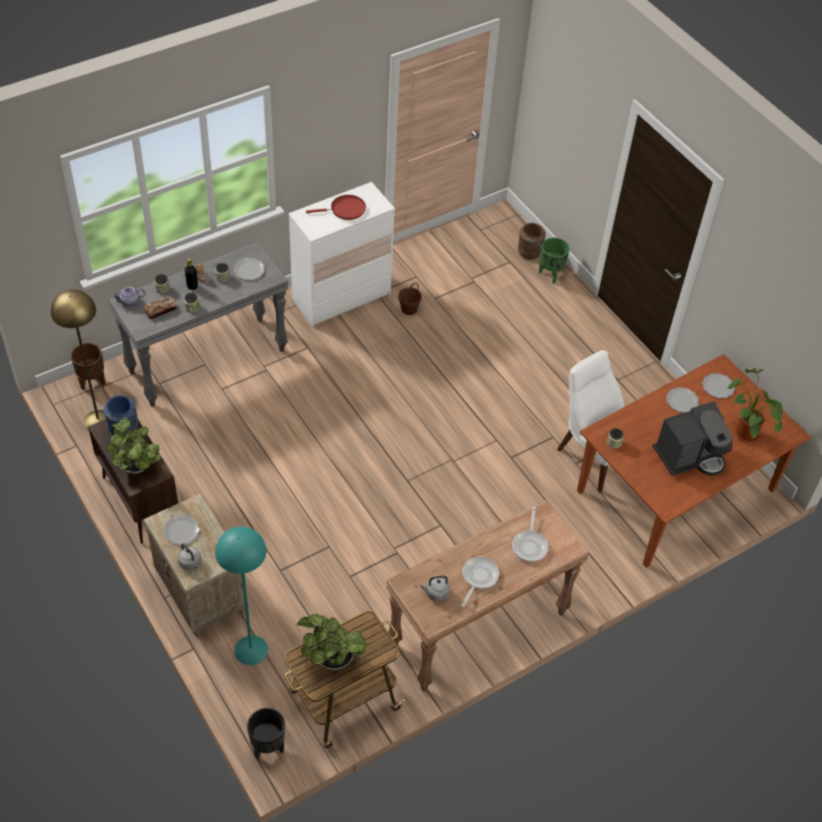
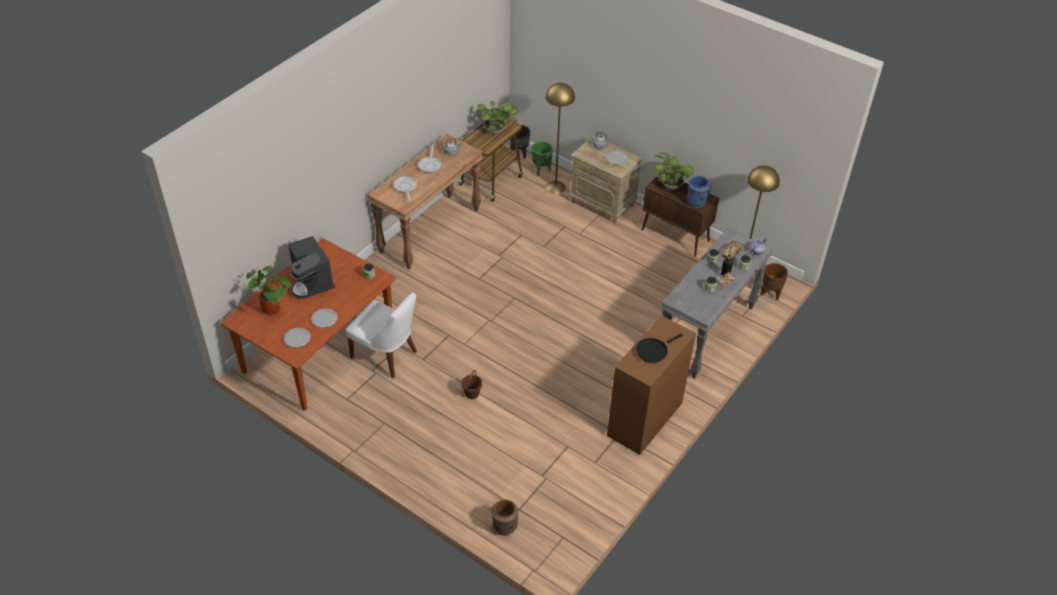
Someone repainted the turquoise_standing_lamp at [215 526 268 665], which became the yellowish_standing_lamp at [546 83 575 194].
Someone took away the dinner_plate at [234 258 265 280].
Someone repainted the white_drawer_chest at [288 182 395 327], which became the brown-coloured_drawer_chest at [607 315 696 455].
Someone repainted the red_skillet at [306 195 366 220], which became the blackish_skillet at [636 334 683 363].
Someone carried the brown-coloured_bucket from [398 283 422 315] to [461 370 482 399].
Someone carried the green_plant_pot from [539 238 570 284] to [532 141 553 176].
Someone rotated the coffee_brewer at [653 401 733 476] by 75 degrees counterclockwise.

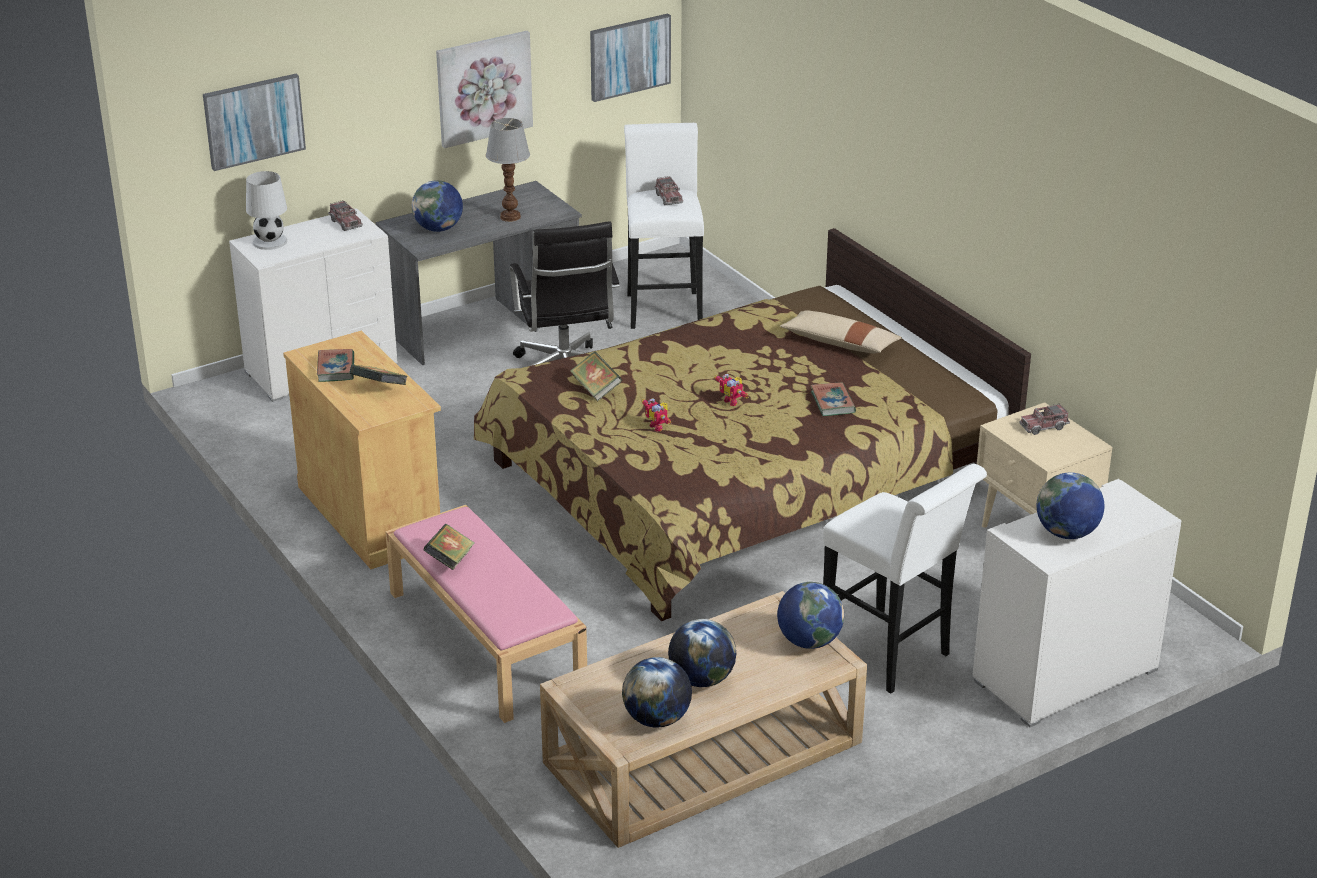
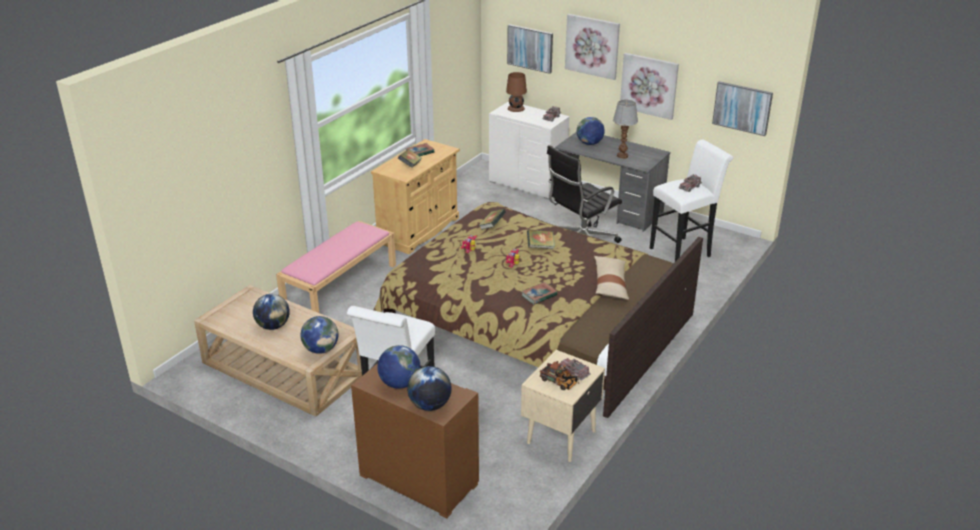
Someone repainted the white_lamp_for_a_table at [246 171 287 250], which became the brown-coloured_lamp_for_a_table at [506 72 527 112].
Someone carried the volume from [423 524 475 570] to [527 229 555 249].
Someone carried the globe from [622 657 692 727] to [407 366 452 411].
Someone repainted the white_drawer_chest at [972 479 1182 727], which became the brown-coloured_drawer_chest at [351 363 479 519].
Someone put down the model_truck at [540 361 580 390].
Someone put up the picture at [565 14 620 80].

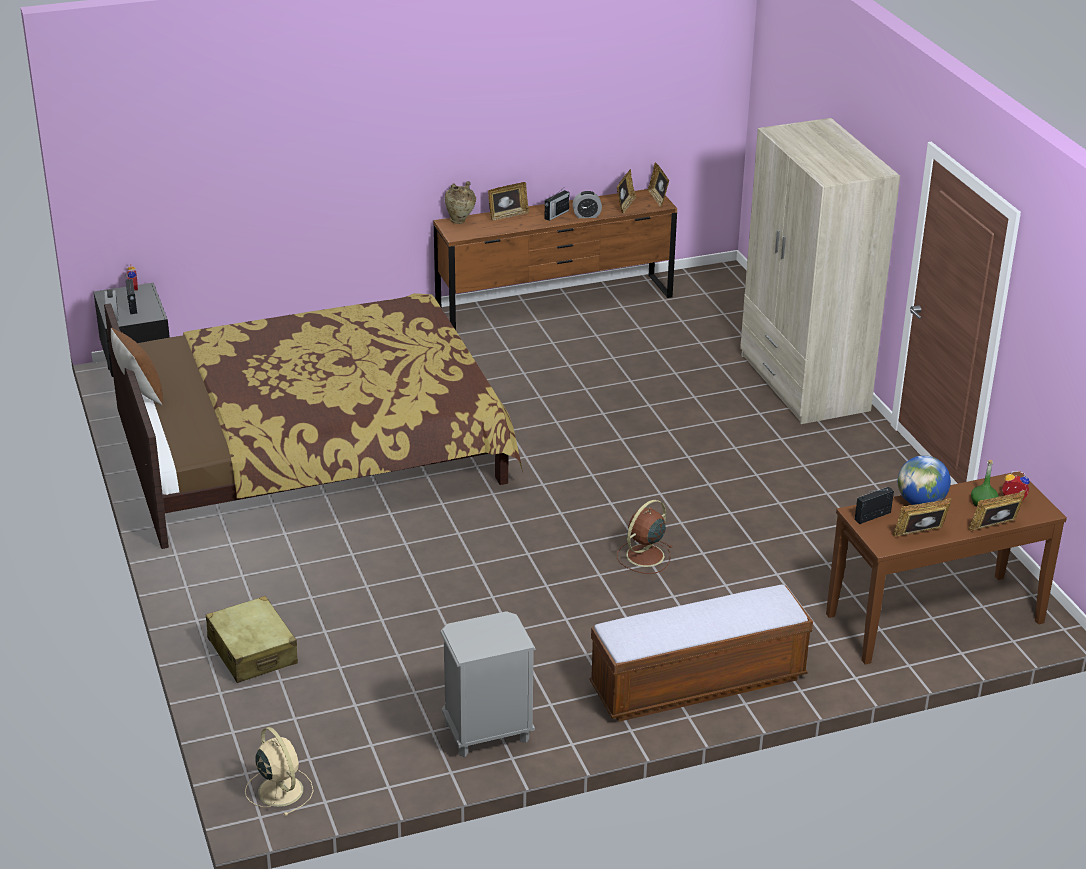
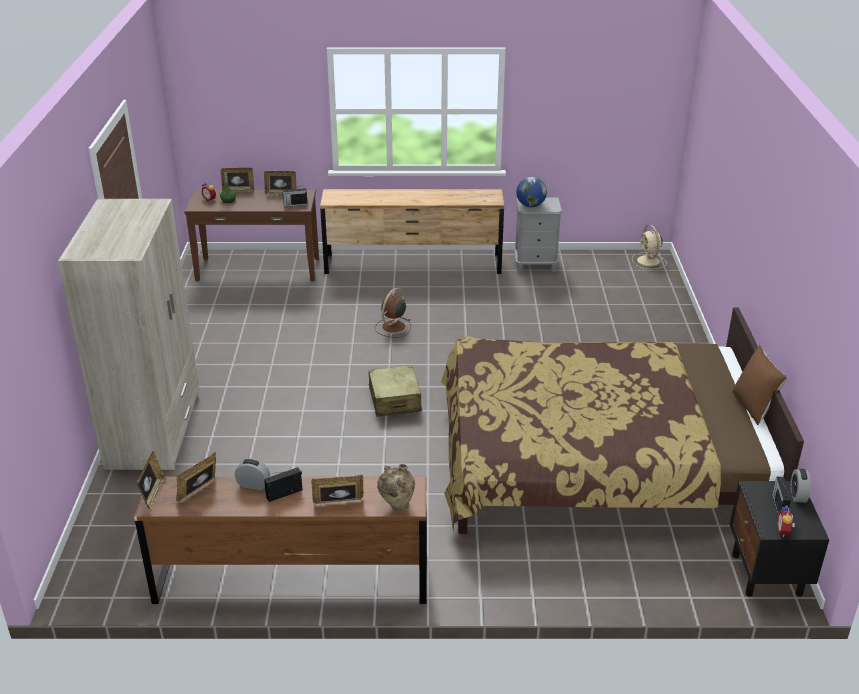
Someone carried the beige-coloured_piece_of_luggage from [206 596 298 683] to [368 365 422 417].
Someone swapped the indoor_bench at [590 585 813 722] for the brown-coloured_drawer_chest at [320 189 504 274].
Someone rotated the brown-coloured_electric_fan at [617 500 672 574] by 150 degrees clockwise.
Someone carried the globe from [898 455 951 505] to [516 177 547 207].

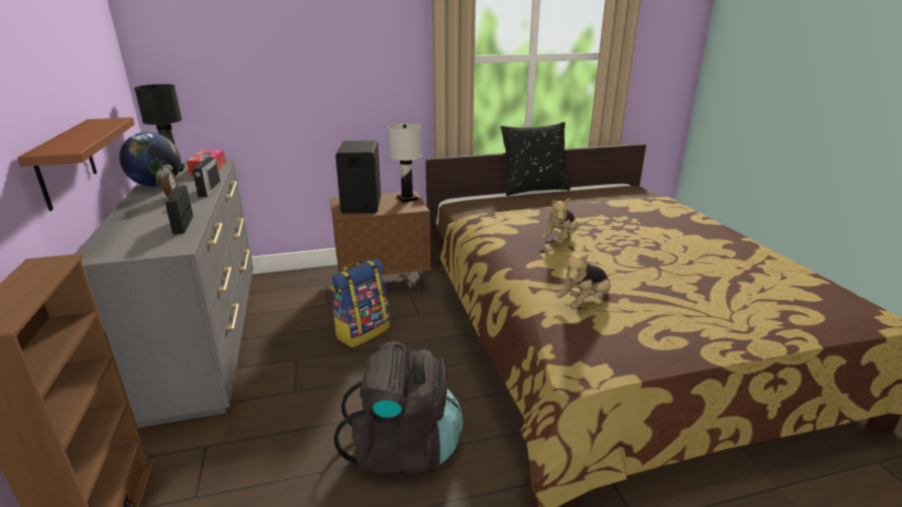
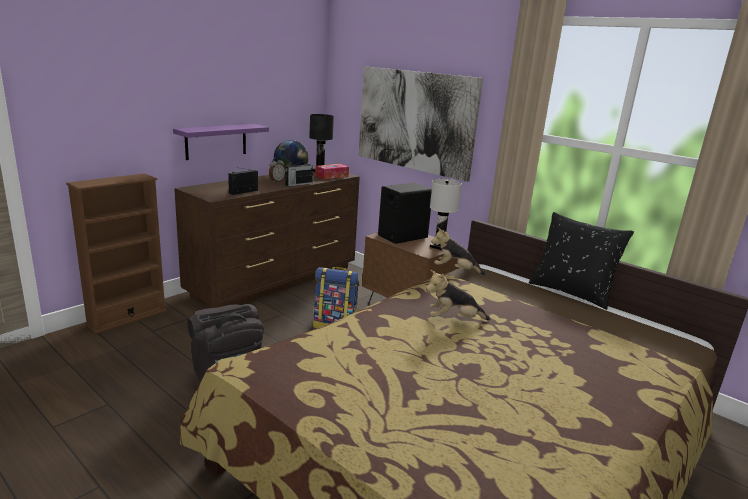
Someone repainted the brown-coloured_bracket_shelf at [17 117 135 211], which became the purple-coloured_bracket_shelf at [173 124 269 160].
Someone repainted the grey_drawer_chest at [75 159 253 428], which became the brown-coloured_drawer_chest at [174 171 360 308].
Someone carried the soft_toy from [555 254 611 309] to [431 227 486 275].
Someone put up the picture at [358 66 483 182].

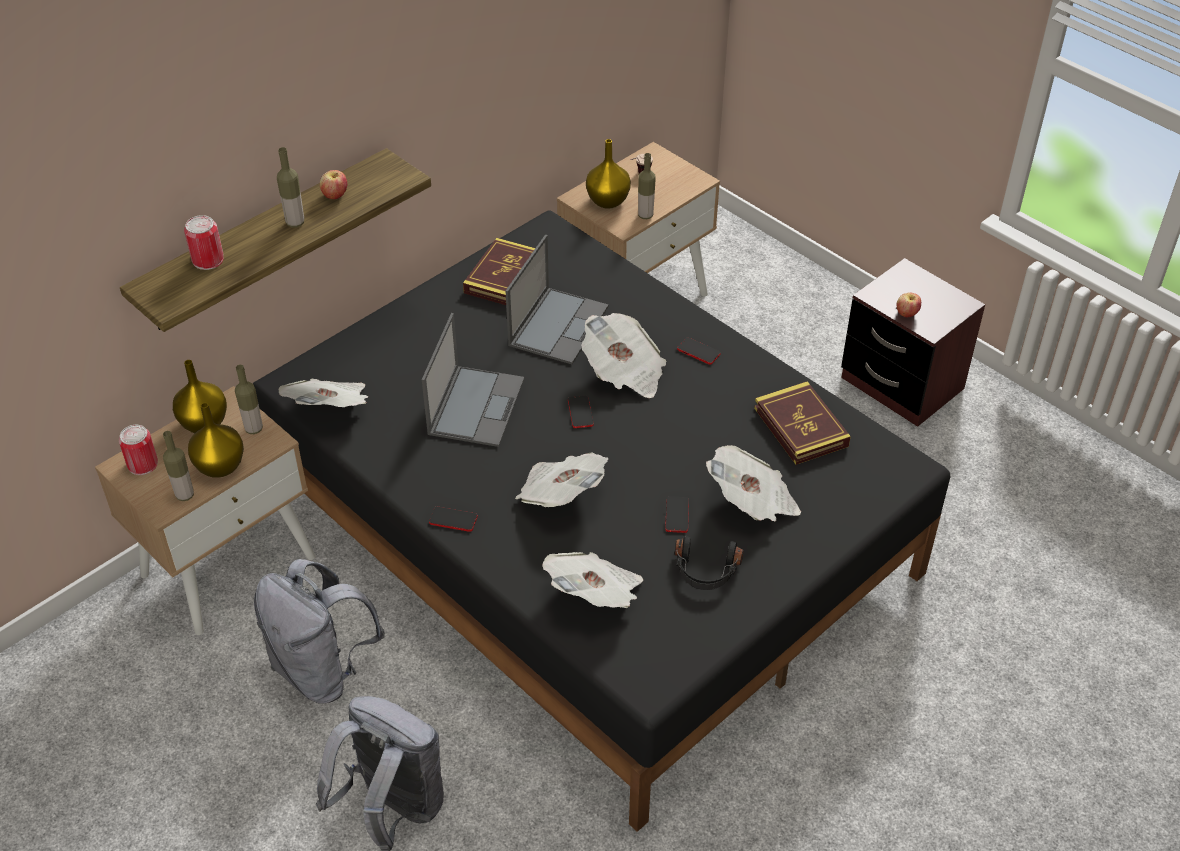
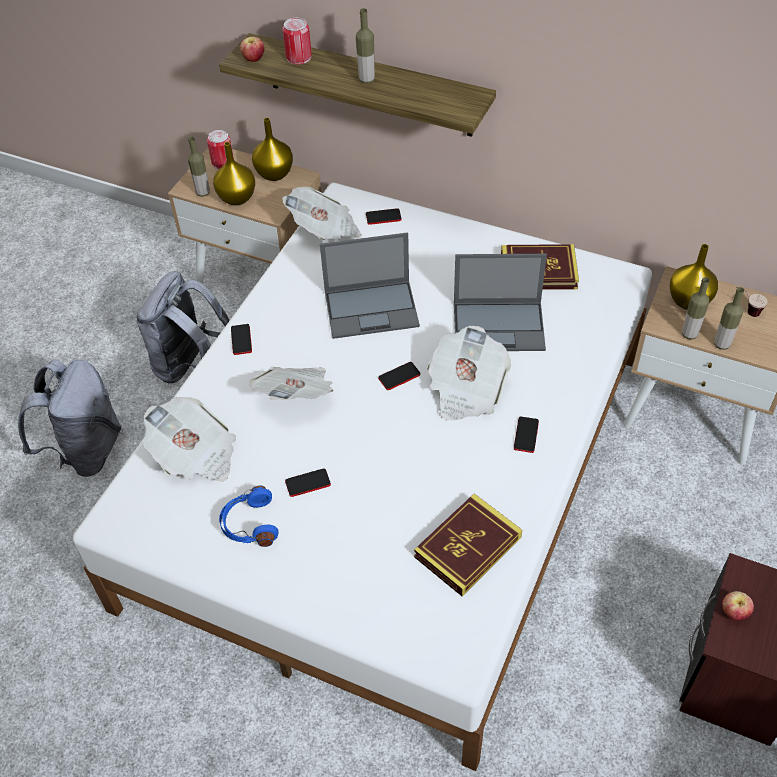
Someone carried the bottle from [235 365 263 434] to [714 287 744 350].
Someone repainted the blackish_bed at [253 210 950 832], which became the white_bed at [73 183 652 771].
Someone carried the apple_fruit from [320 170 347 199] to [240 37 264 62].
Someone repainted the blackish_pair_of_headphones at [675 535 744 590], which became the bluish_pair_of_headphones at [219 486 279 547].
Someone took away the daily_paper at [706 445 801 521].
Someone put down the handset at [366 208 402 225].

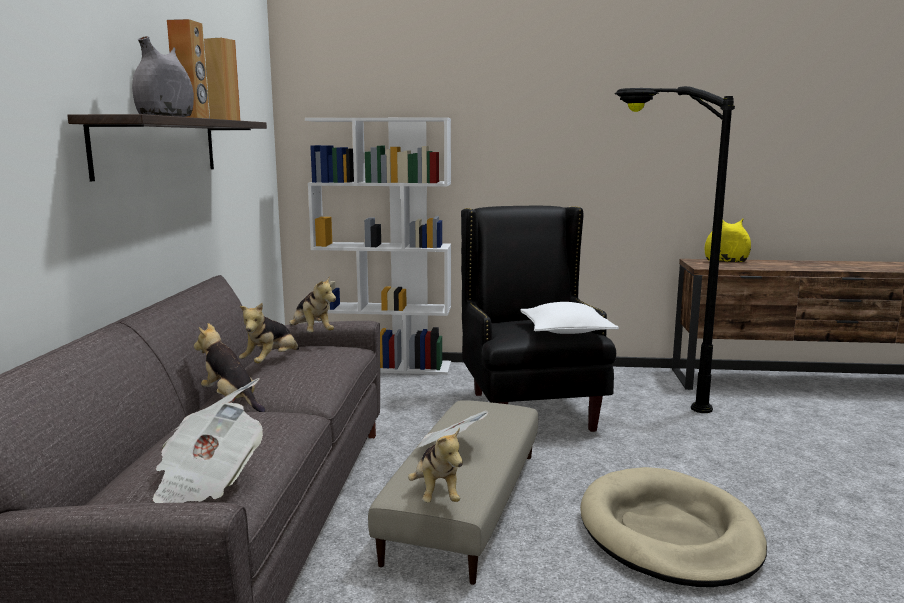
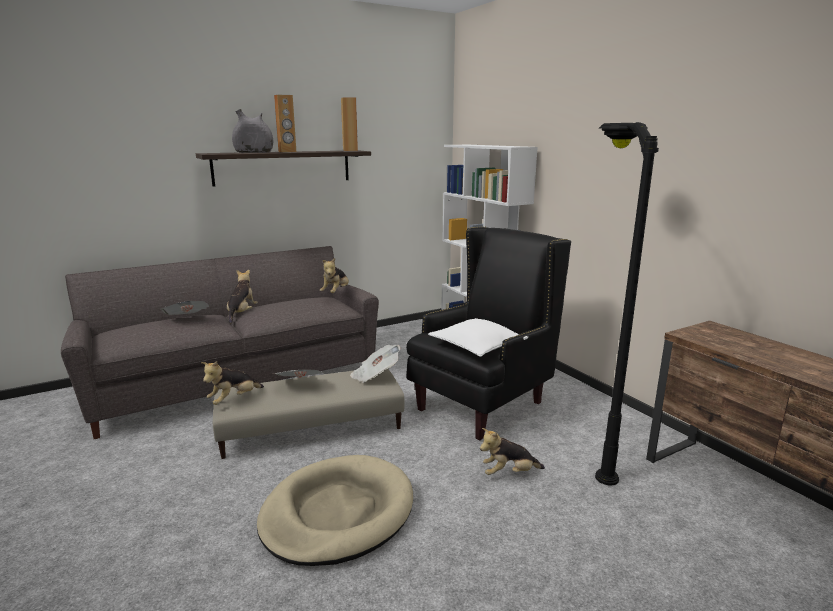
Someone carried the daily_paper from [153 403 263 503] to [350 345 401 383].
Someone carried the soft_toy from [239 303 299 363] to [480 428 545 475].
Someone took away the yellowish_vase at [705 218 751 262].

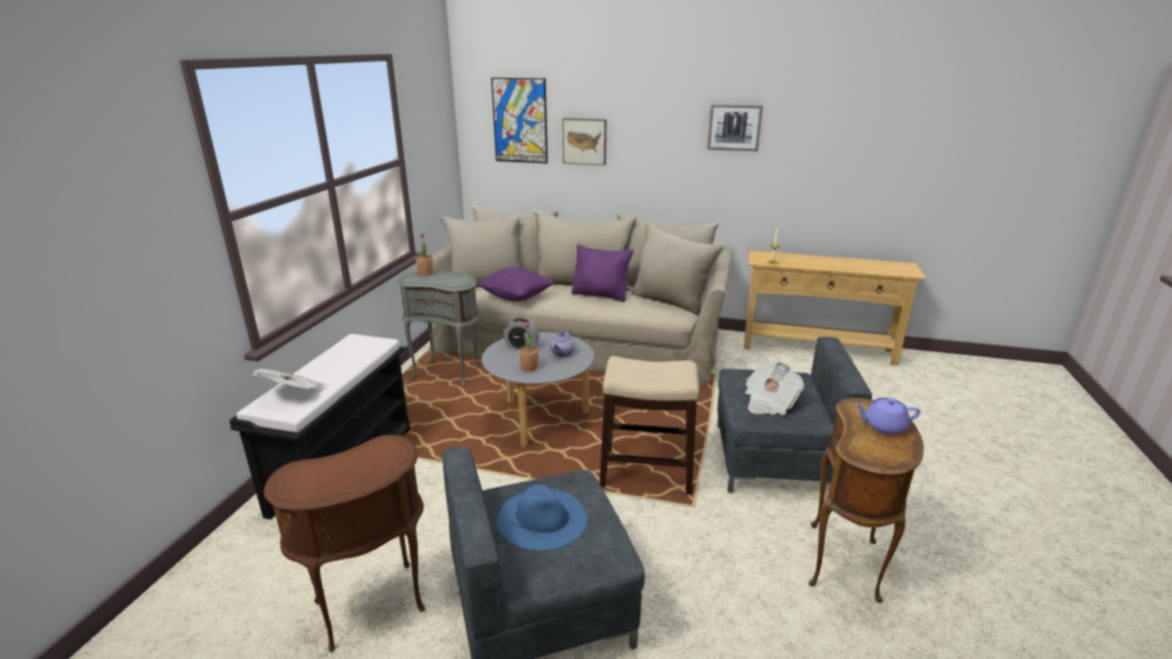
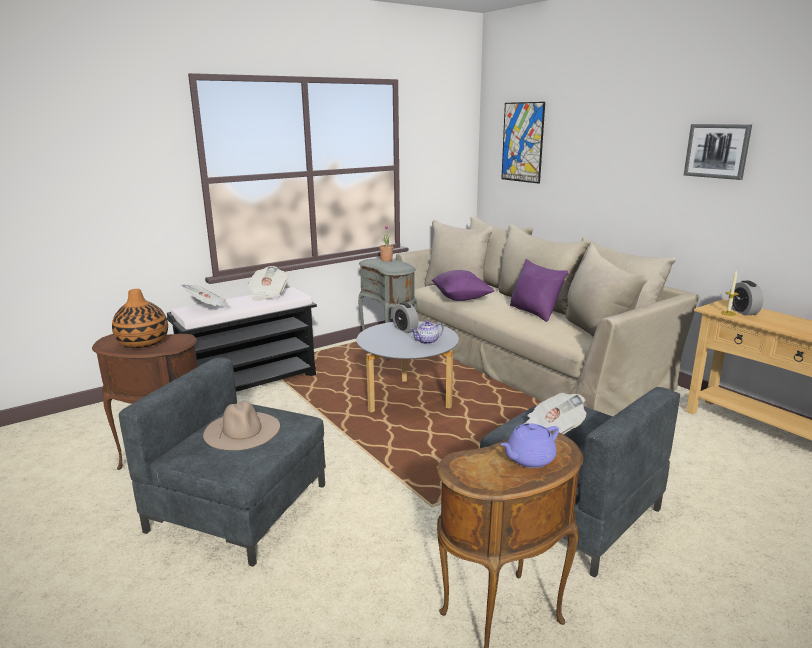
Someone repainted the bluish_hat at [497 485 588 551], which became the beige-coloured_hat at [203 401 280 450].
Someone took away the potted_plant at [519 321 539 371].
Someone took away the picture at [562 118 606 165].
Someone took away the sitting_stool at [600 356 699 495].
Someone rotated the purple-coloured_teapot at [855 398 920 434] by 75 degrees counterclockwise.
Someone put down the vase at [112 289 168 348].
Someone put down the daily_paper at [248 266 289 301].
Someone put down the alarm_clock at [729 281 763 316].

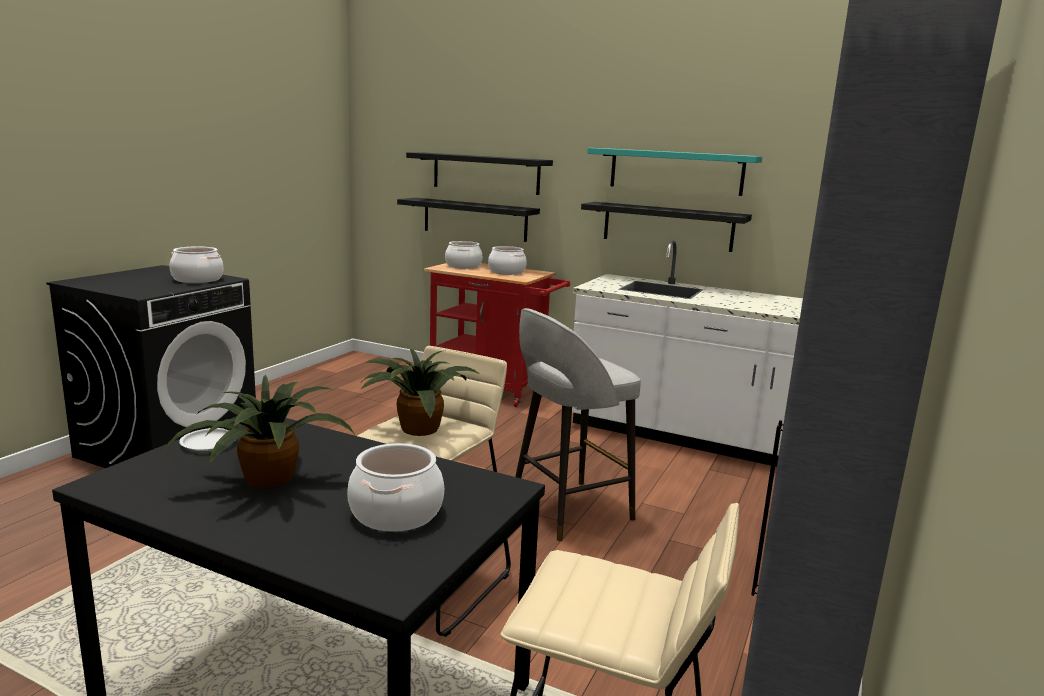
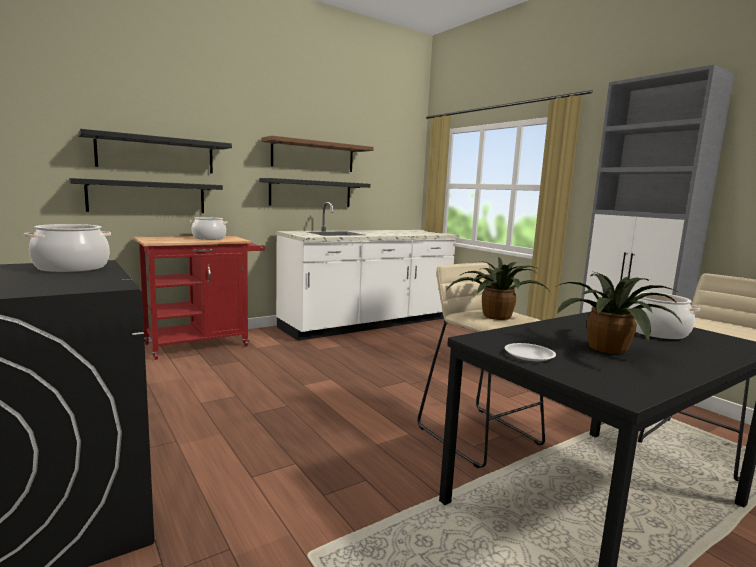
Someone took away the saucepot at [445 241 482 269].
Someone took away the grey_sitting_stool at [515 308 641 542].
Someone repainted the turquoise_bracket_shelf at [587 148 762 196], which became the brown-coloured_bracket_shelf at [261 136 374 172].

